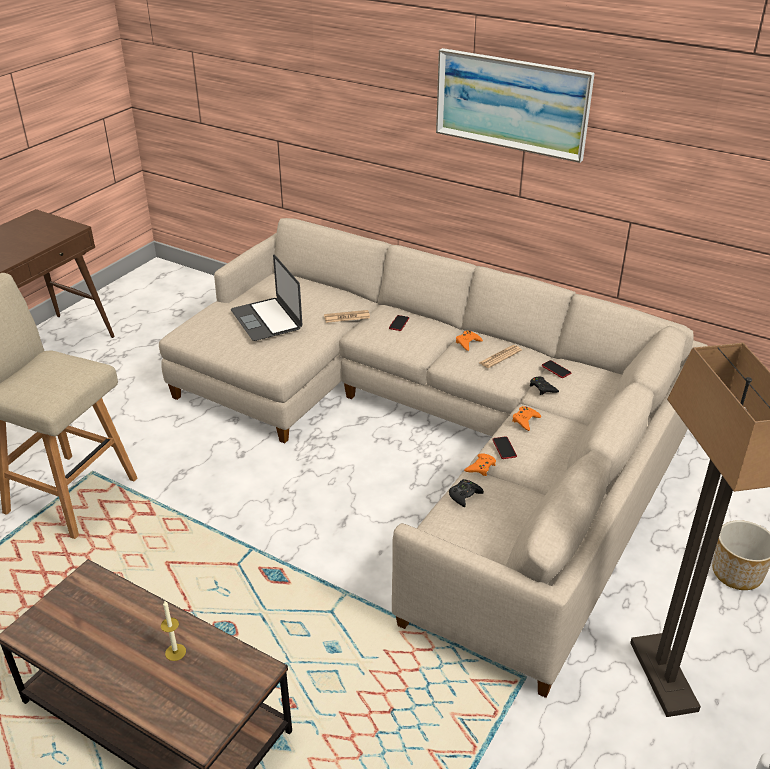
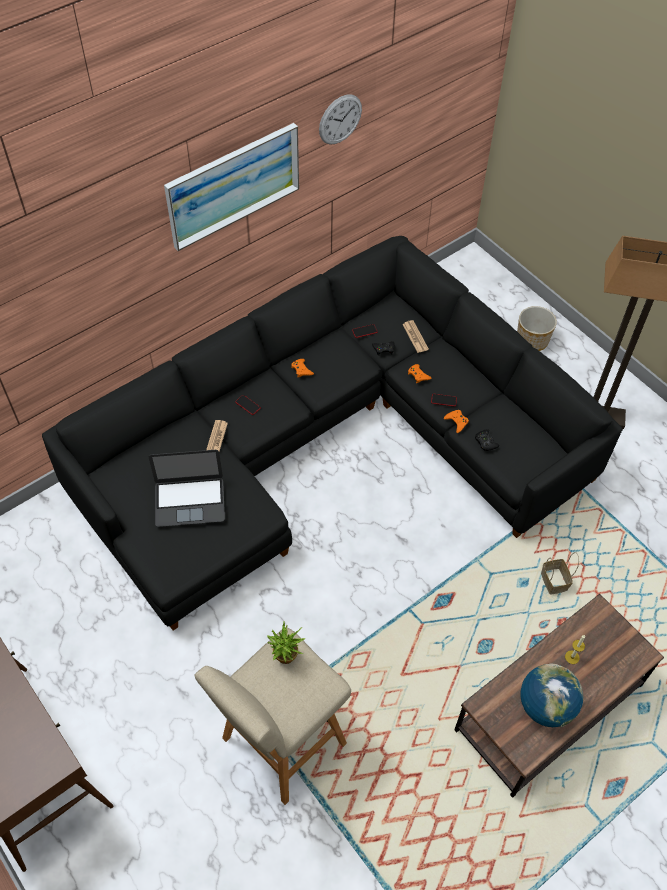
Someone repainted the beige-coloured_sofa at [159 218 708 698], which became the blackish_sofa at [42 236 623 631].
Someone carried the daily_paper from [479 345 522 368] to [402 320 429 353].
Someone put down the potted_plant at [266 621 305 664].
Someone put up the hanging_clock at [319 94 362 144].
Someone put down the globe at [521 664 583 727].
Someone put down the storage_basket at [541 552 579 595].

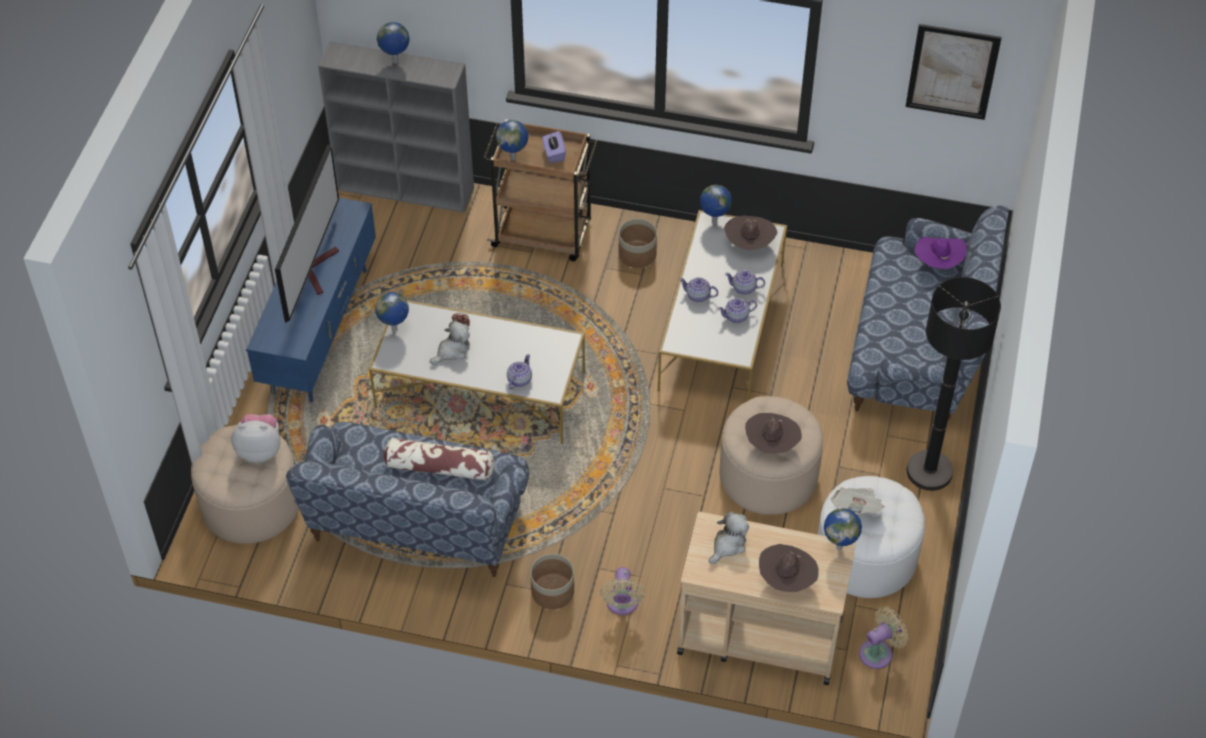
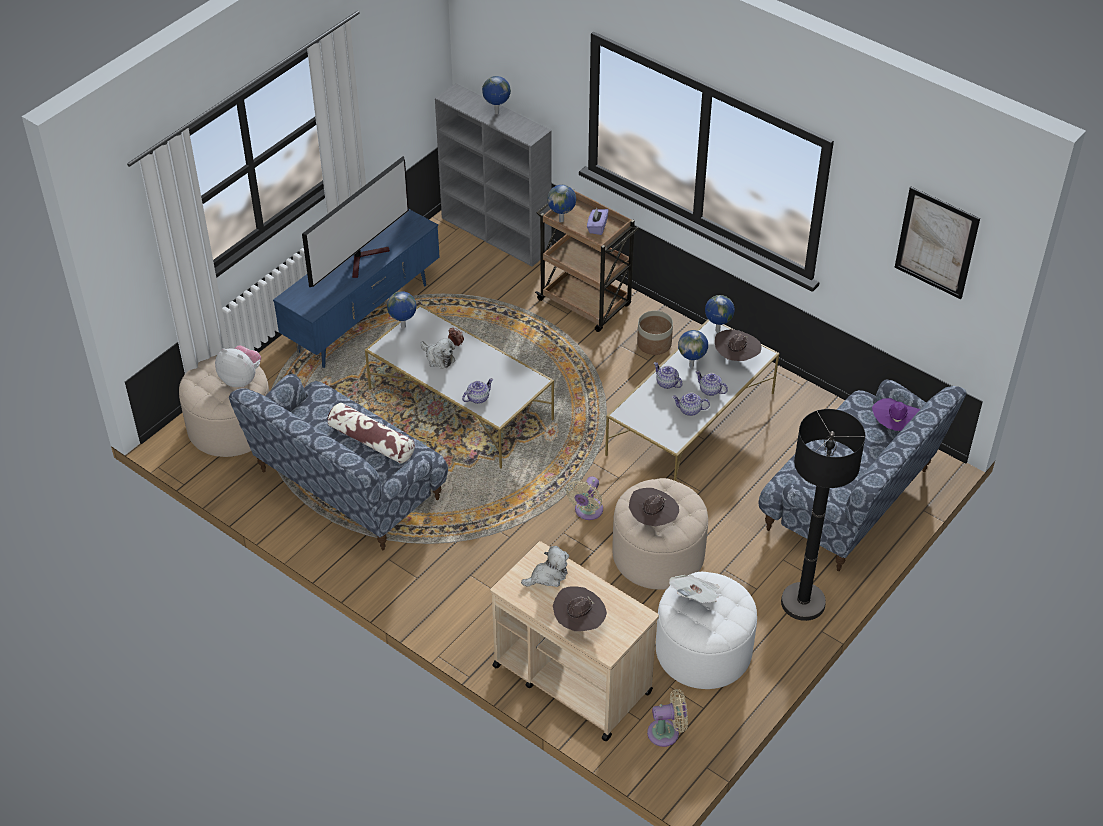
Someone rotated the soft_toy at [430 320 470 365] by 60 degrees clockwise.
Someone took away the plant_pot at [530 554 574 609].
Someone carried the beige-coloured_electric_fan from [600 567 645 615] to [566 476 603 520].
Someone carried the globe from [824 508 862 550] to [678 330 708 367].

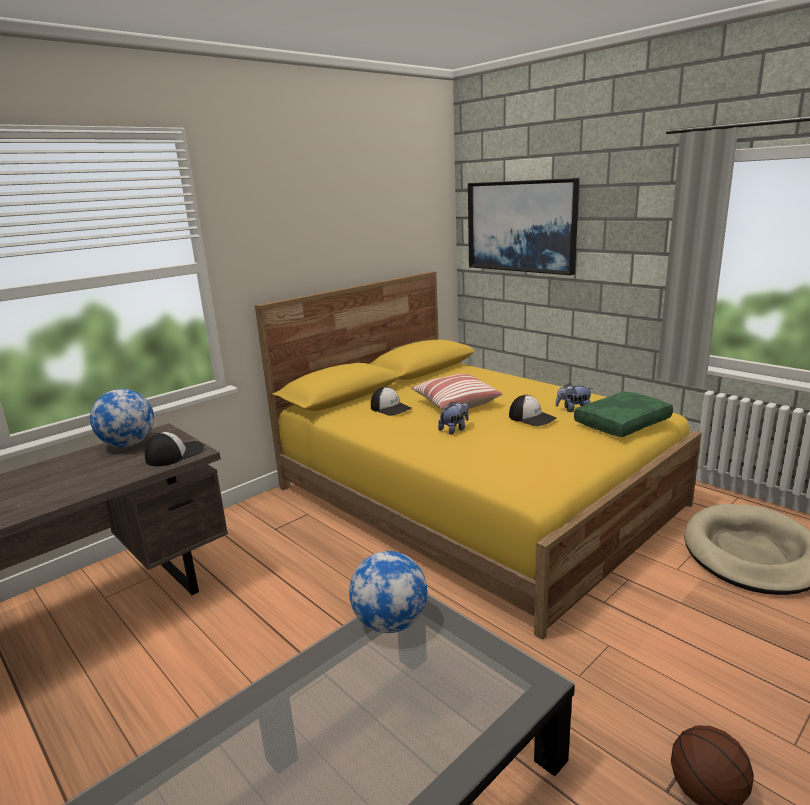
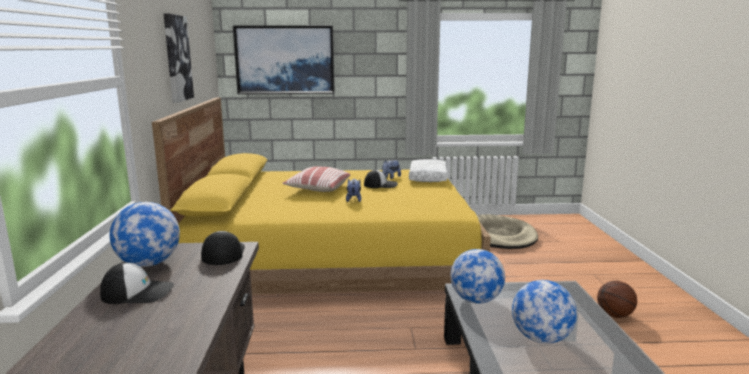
Someone carried the cap from [371 387 412 416] to [100 262 174 304].
Someone repainted the green_cushion at [574 392 673 437], which became the white_cushion at [409 159 447 182].
Someone put up the picture at [164 13 194 103].
Someone put down the globe at [512 280 577 344].

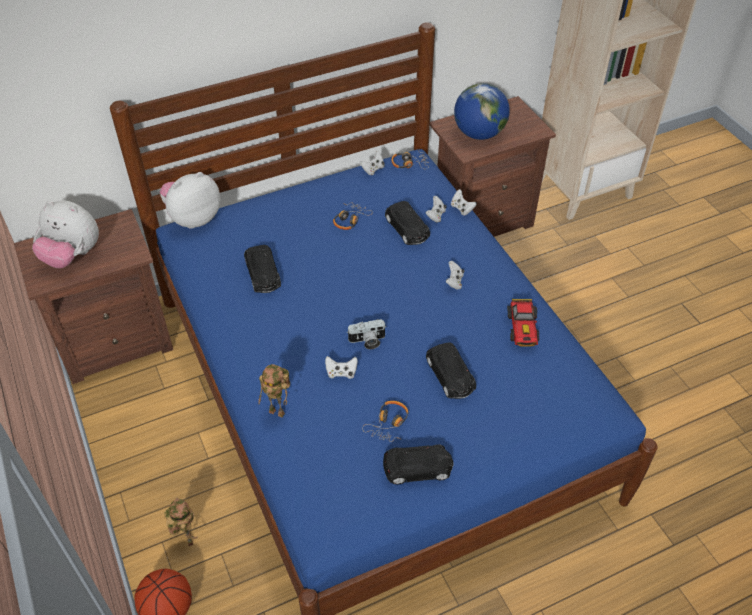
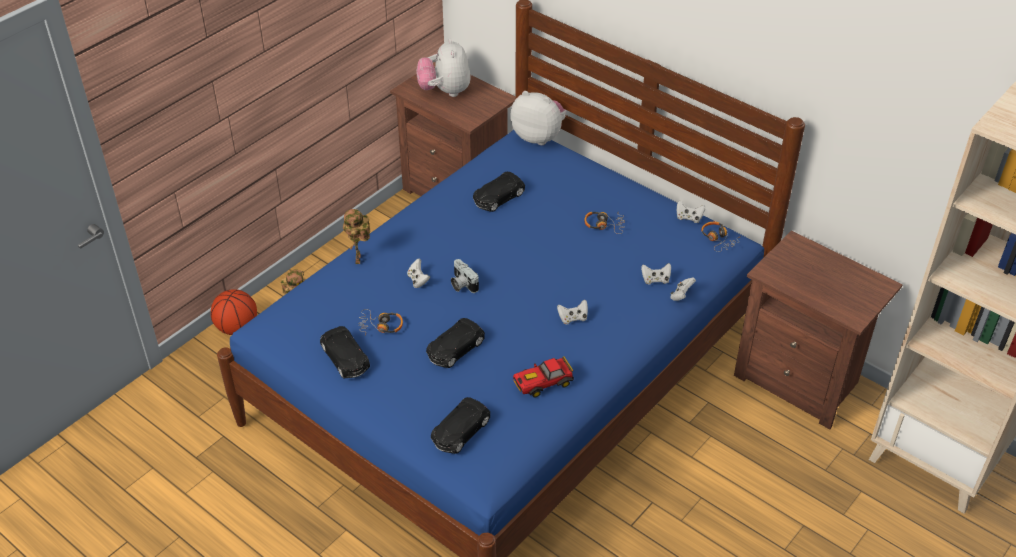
Someone carried the blackish_model_car from [385 201 430 245] to [431 397 490 454].
Someone took away the globe at [454 83 510 140].

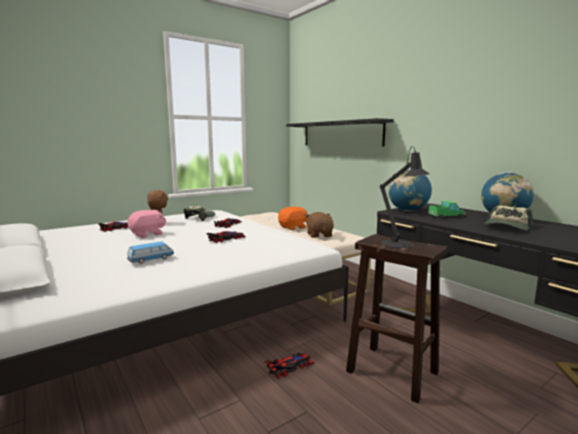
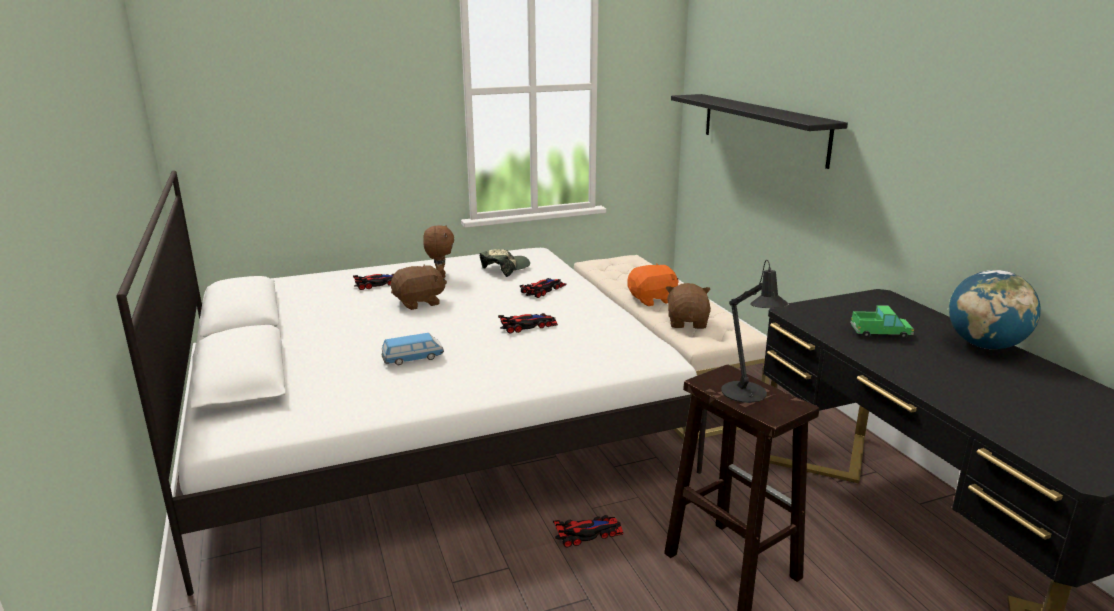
Someone repainted the pink-coloured_soft_toy at [128 210 166 238], which became the brown-coloured_soft_toy at [391 264 447 310].
Someone took away the globe at [388 170 432 211].
Someone took away the cap at [485 205 534 230].

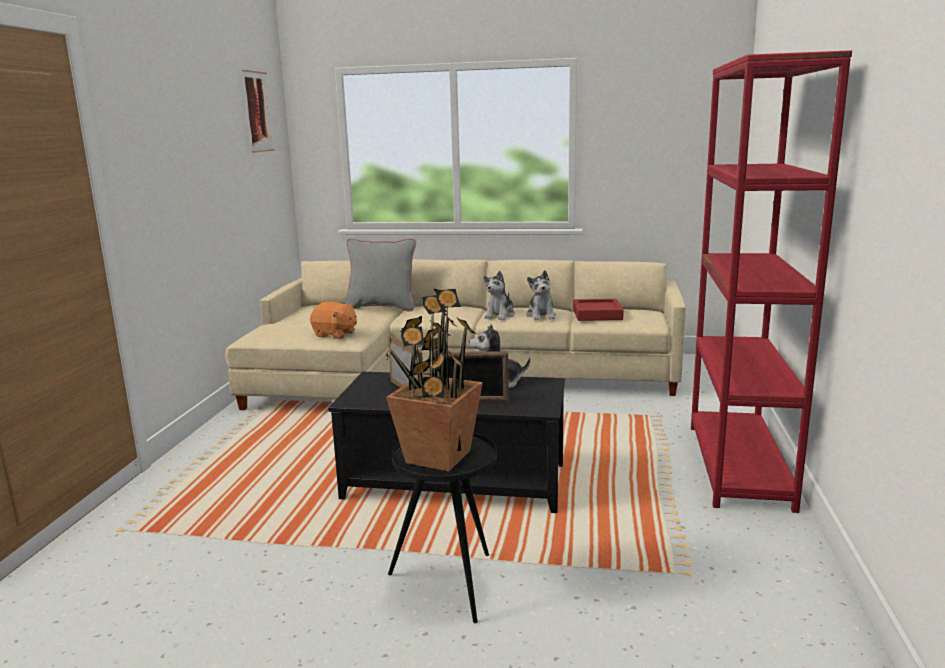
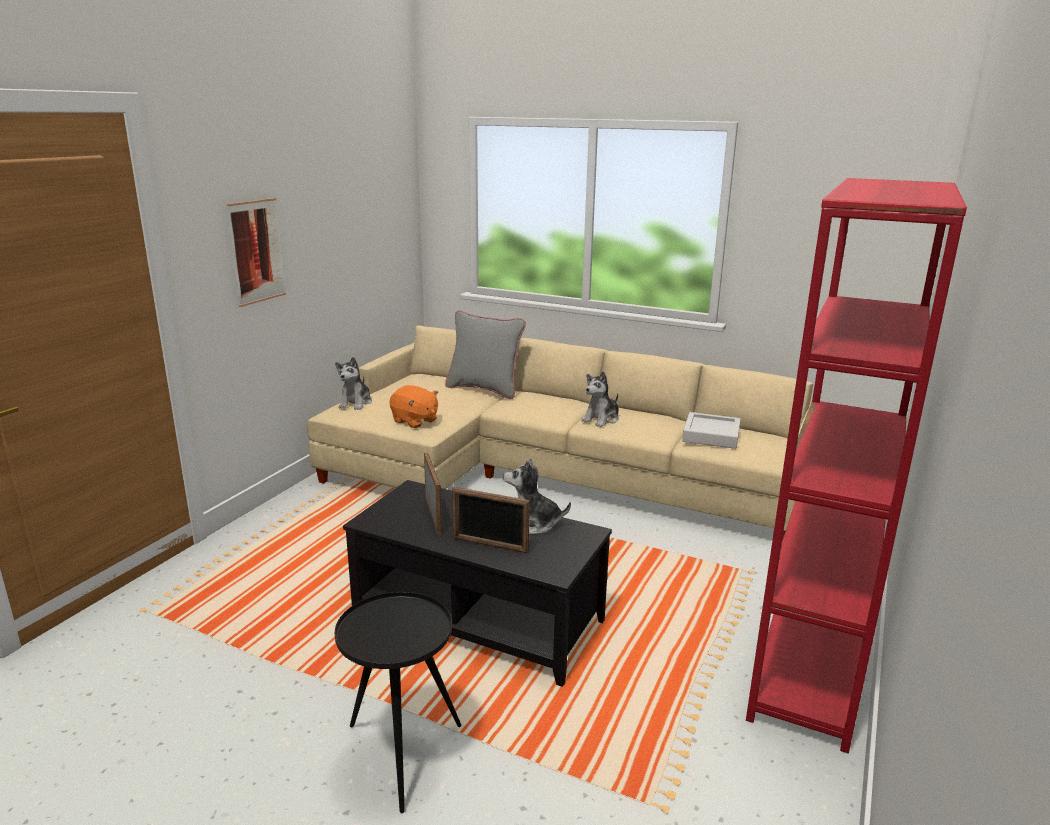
Someone carried the picture from [242 70 275 153] to [226 198 286 307].
Someone took away the potted_plant at [386 289 483 471].
Someone carried the soft_toy from [526 270 556 320] to [335 357 372 410].
Someone repainted the red_tray at [573 299 624 321], which became the grey_tray at [682 412 741 449].

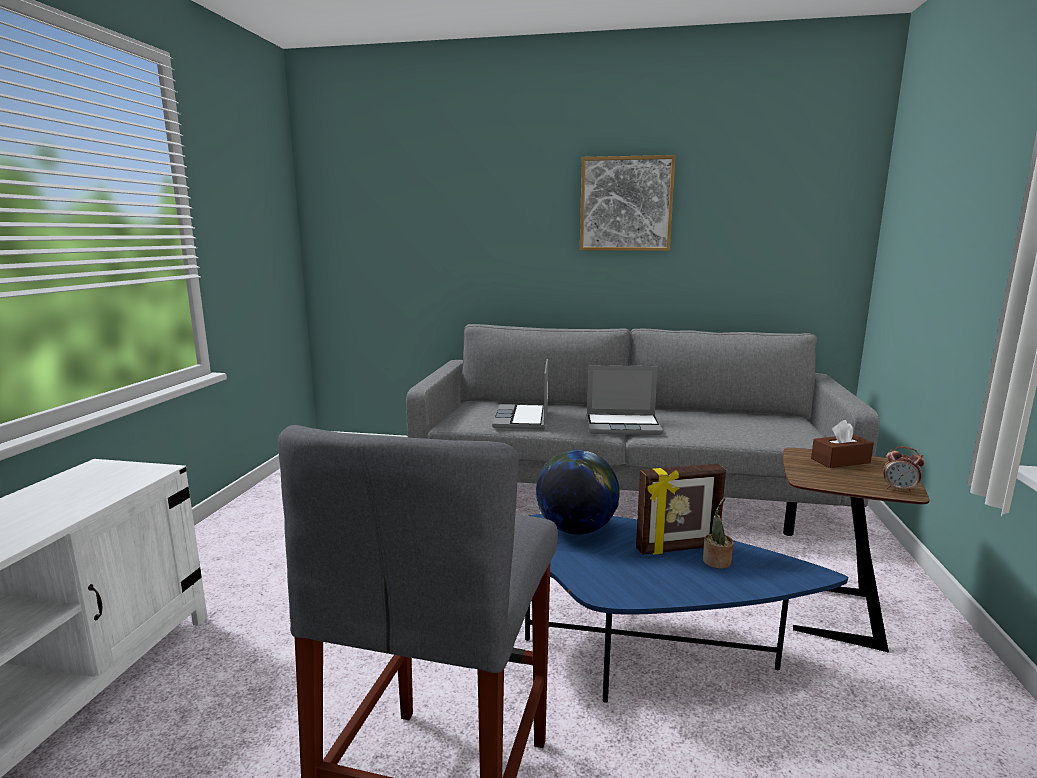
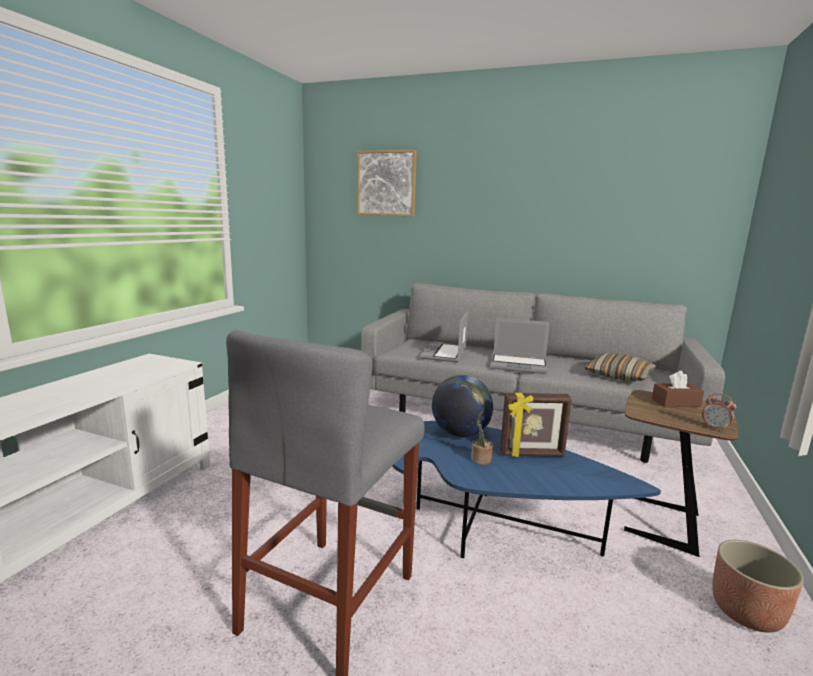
Someone carried the picture from [580 155 676 251] to [357 150 417 216].
Someone carried the potted_plant from [703 498 734 569] to [471 411 493 465].
Someone put down the cushion at [584 353 656 381].
Someone put down the plant_pot at [712 540 804 633].

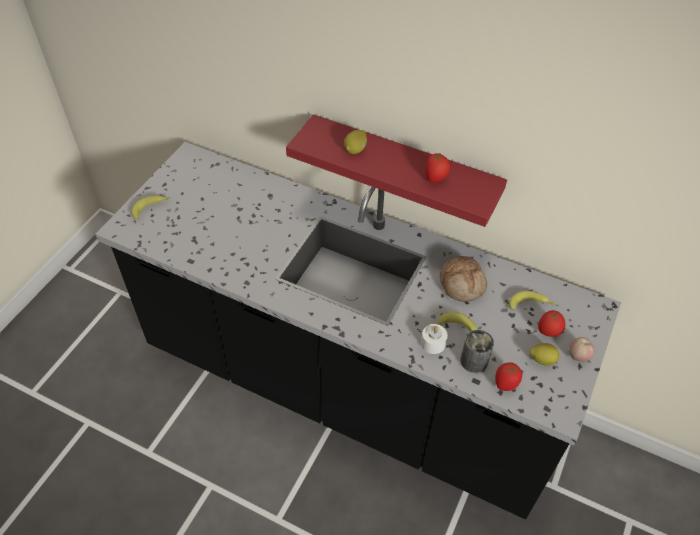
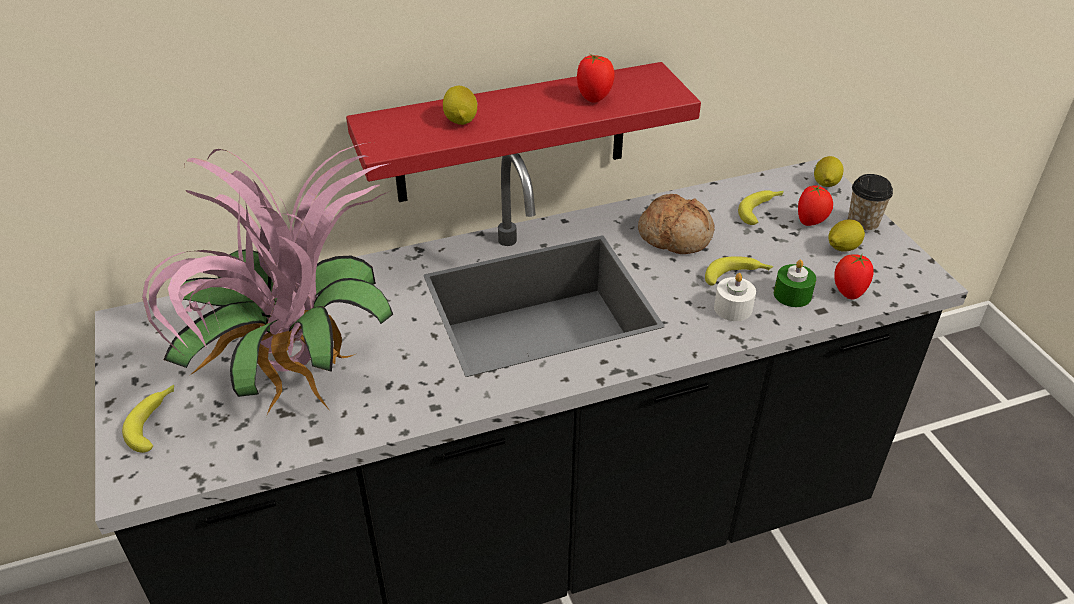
Someone swapped the metal_can at [460 330 494 373] for the green_candle at [774 260 816 307].
Someone swapped the apple_fruit at [569 337 594 362] for the small_cup at [848 174 893 233].
Someone put down the potted_plant at [142 143 393 417].
Someone put down the citrus_fruit at [814 156 844 187].

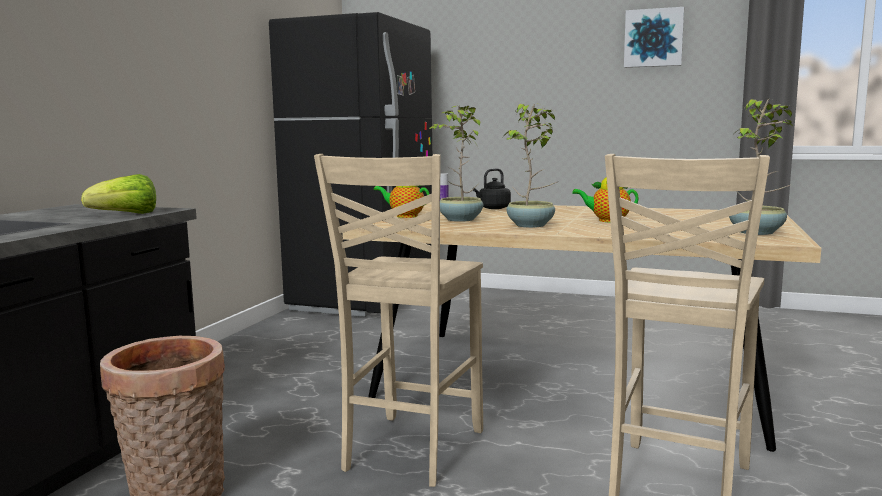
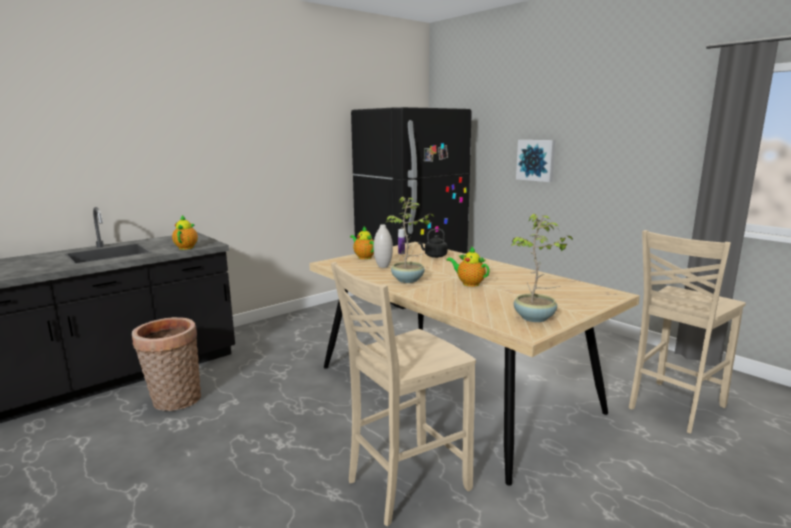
Someone swapped the lettuce at [81 174 156 214] for the teapot at [172 215 198 250].
Someone carried the beige-coloured_chair from [314 154 483 487] to [629 230 746 434].
Someone swapped the potted_plant at [429 106 483 222] for the white_vase at [374 224 393 268].
Someone carried the picture from [624 7 684 68] to [516 140 555 182].

